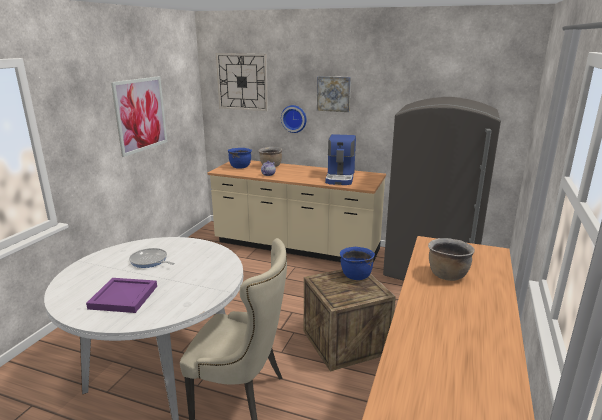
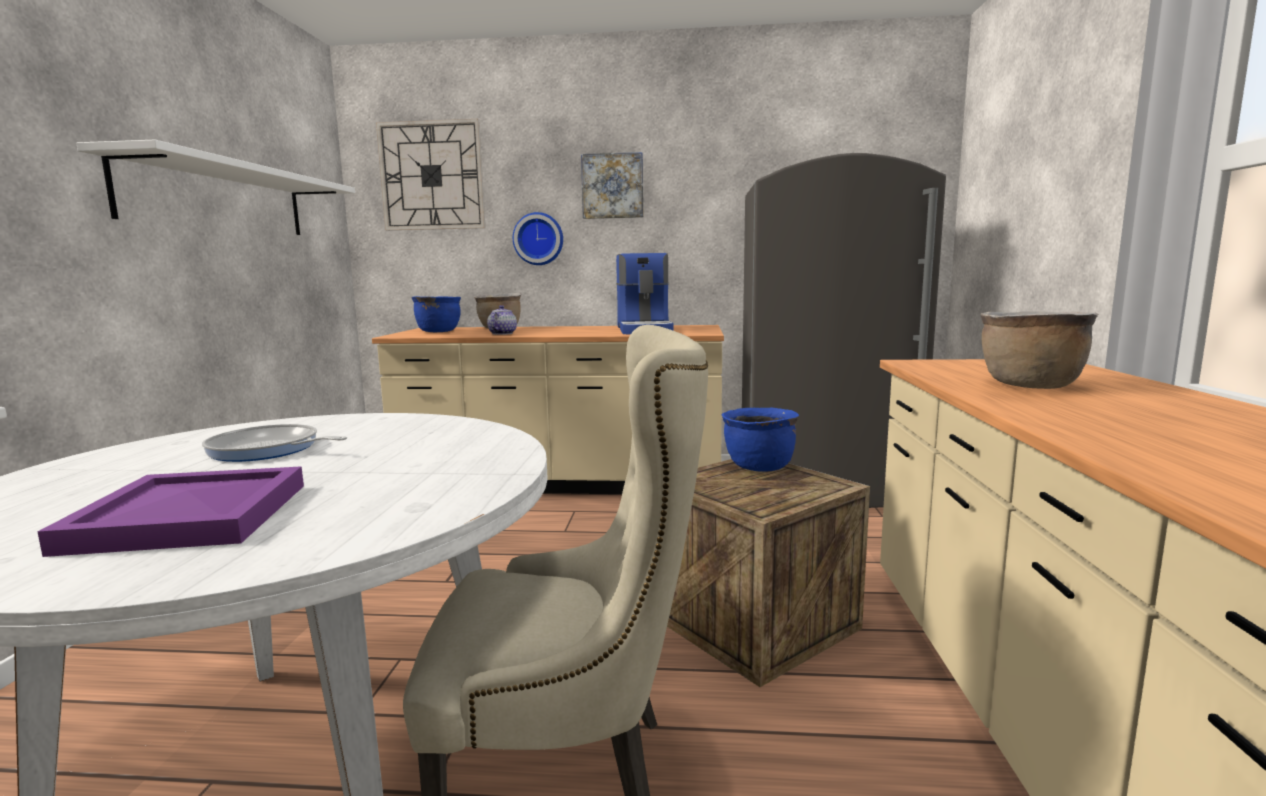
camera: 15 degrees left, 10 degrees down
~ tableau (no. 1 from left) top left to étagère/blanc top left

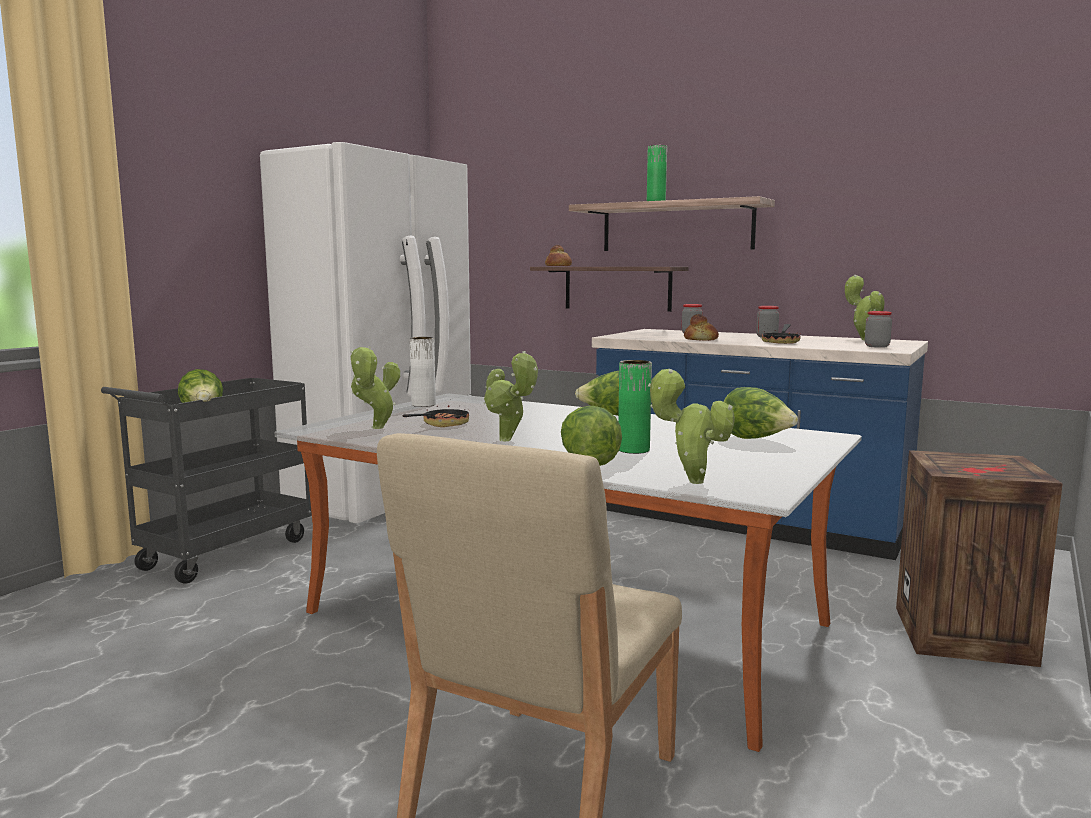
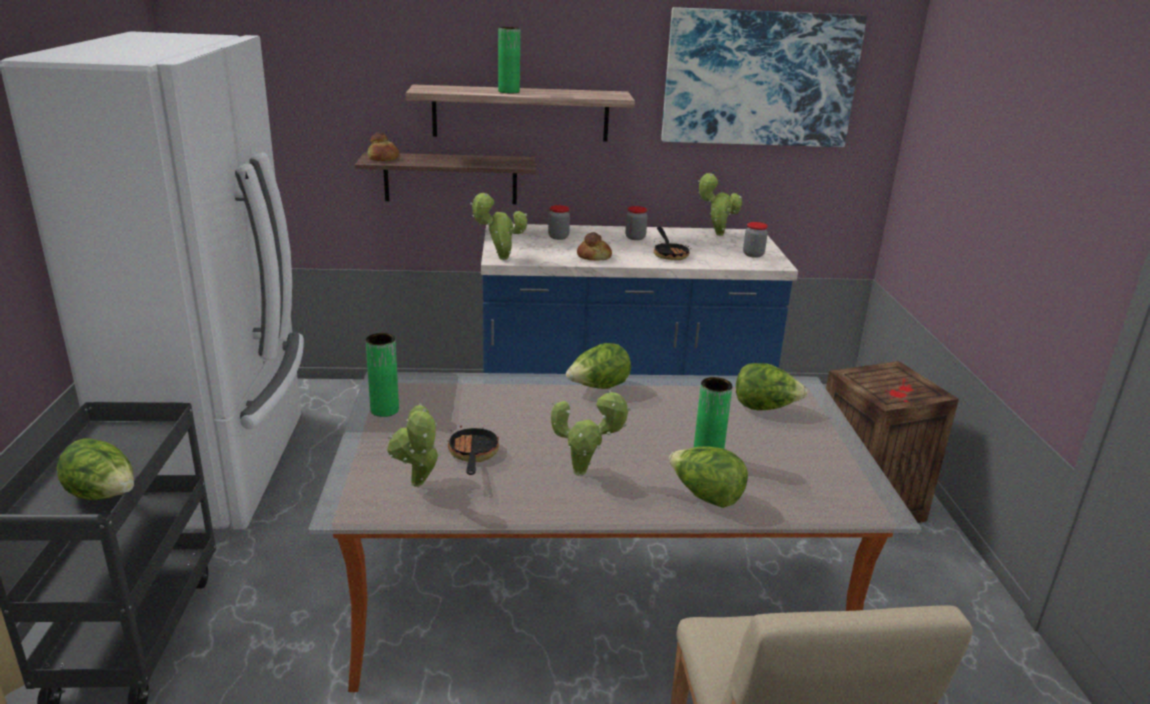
camera: 35 degrees left, 15 degrees up
+ tableau top centre
~ plante en pot (no. 3 from left in the first image) centre to plante en pot (no. 2 from left) top centre
~ vase/blanc centre to vase/vert (no. 1 from left) middle left

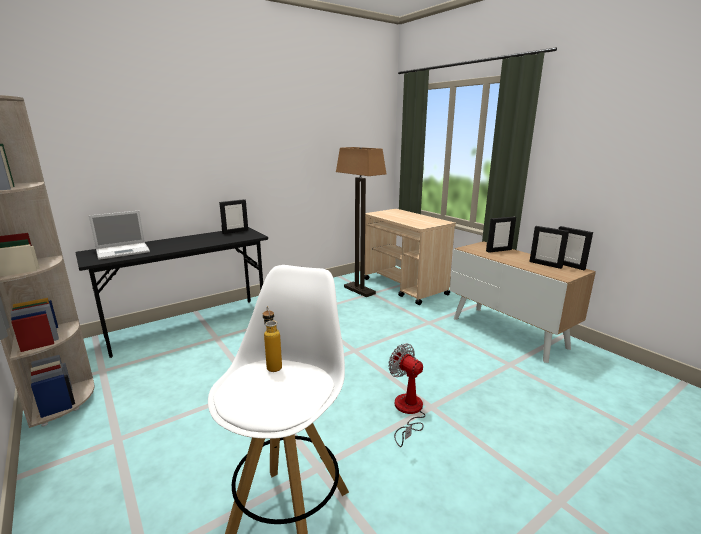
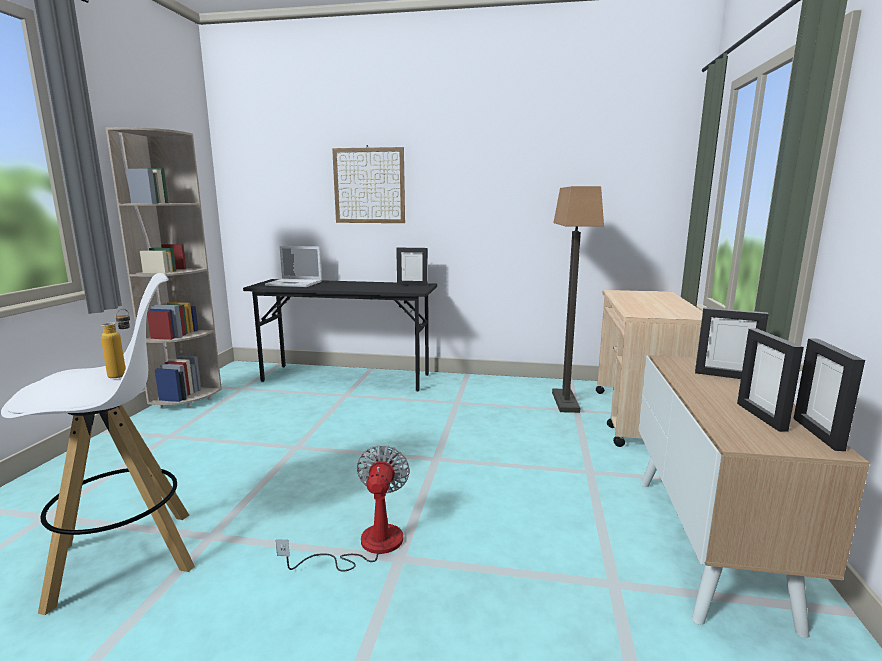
camera: 45 degrees right, 5 degrees down
+ tableau top centre

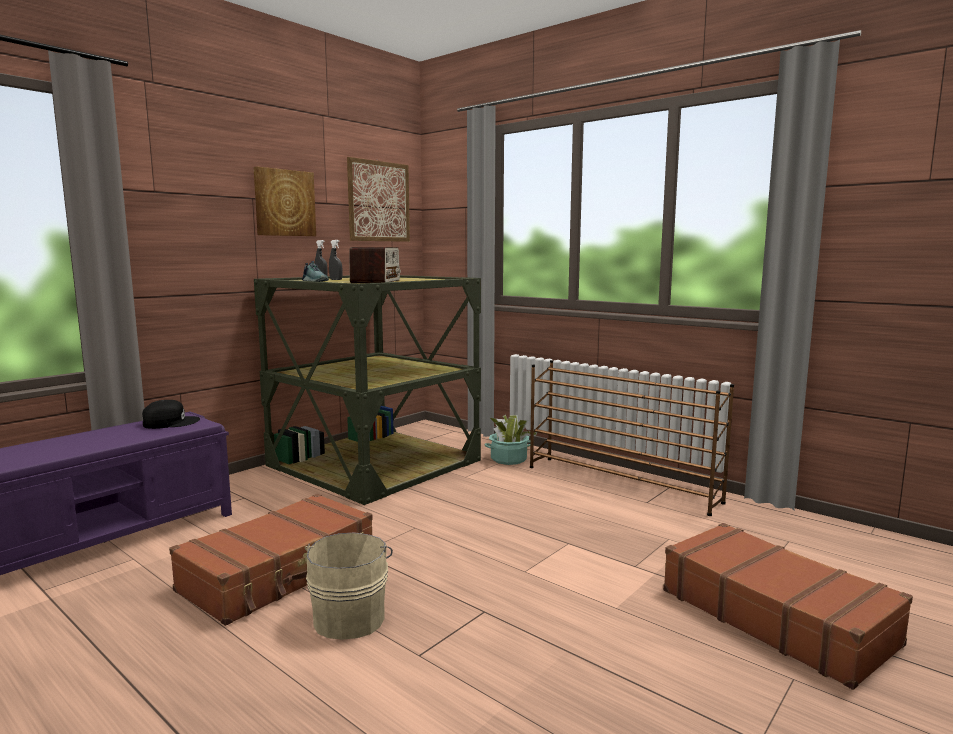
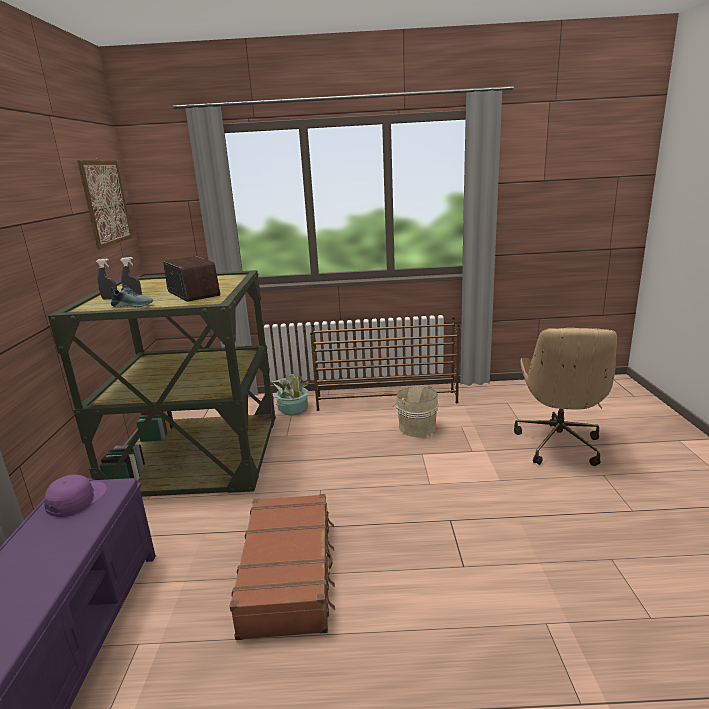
camera: 40 degrees left, 10 degrees up
- tableau (no. 1 from left) top left
~ seau/beige bottom centre to centre
~ valise/marron (no. 2 from left) bottom right to chaise de bureau/marron middle right
~ casquette/noir middle left to casquette/violet bottom left

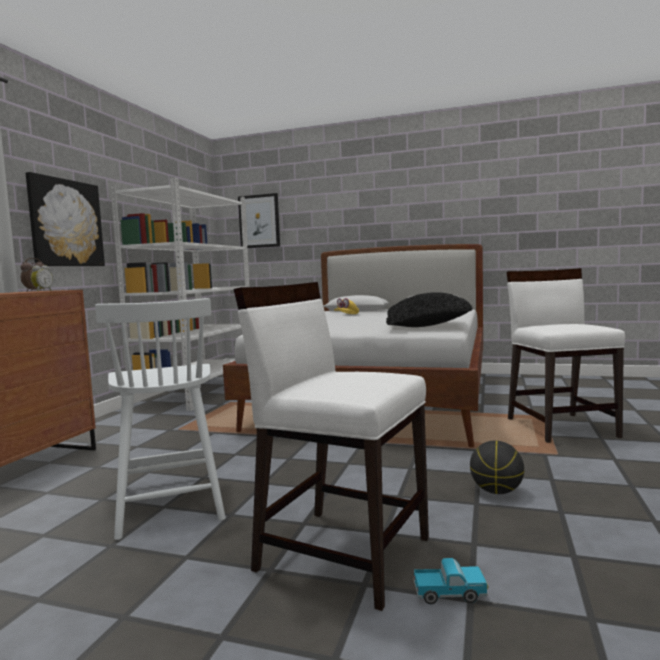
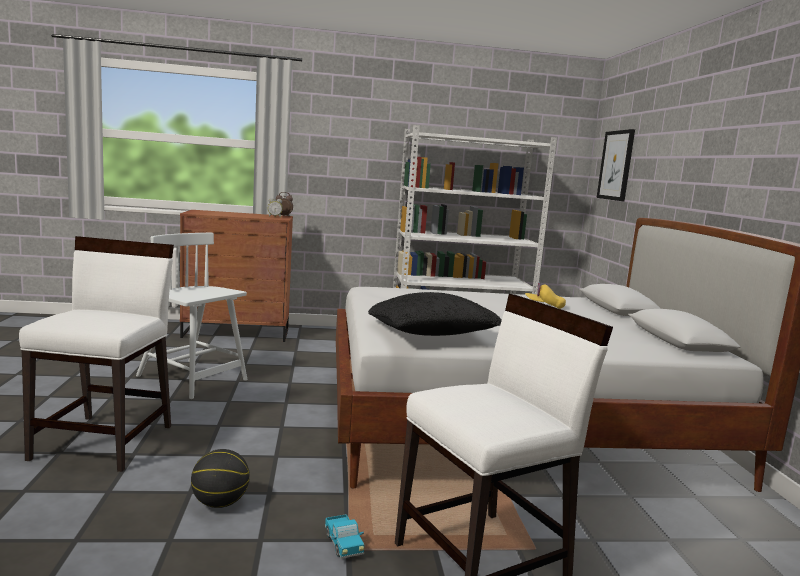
camera: 65 degrees right, 5 degrees up
- tableau (no. 1 from left) top left
~ camion jouet bottom right to bottom centre
~ chaise/blanc (no. 1 from left in the first image) middle left = middle left 75 degrees clockwise

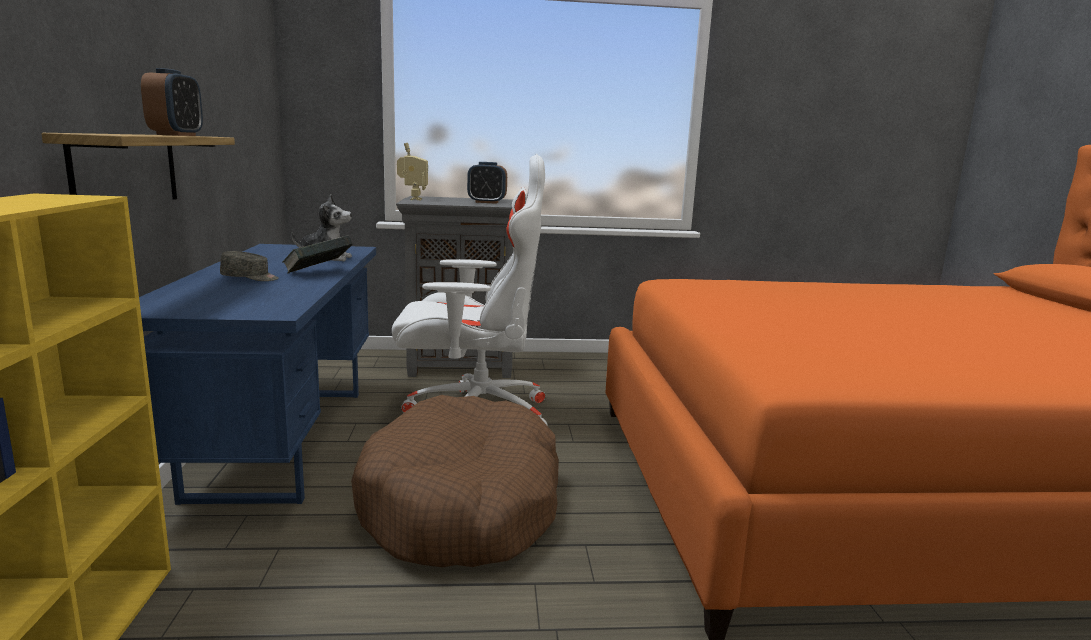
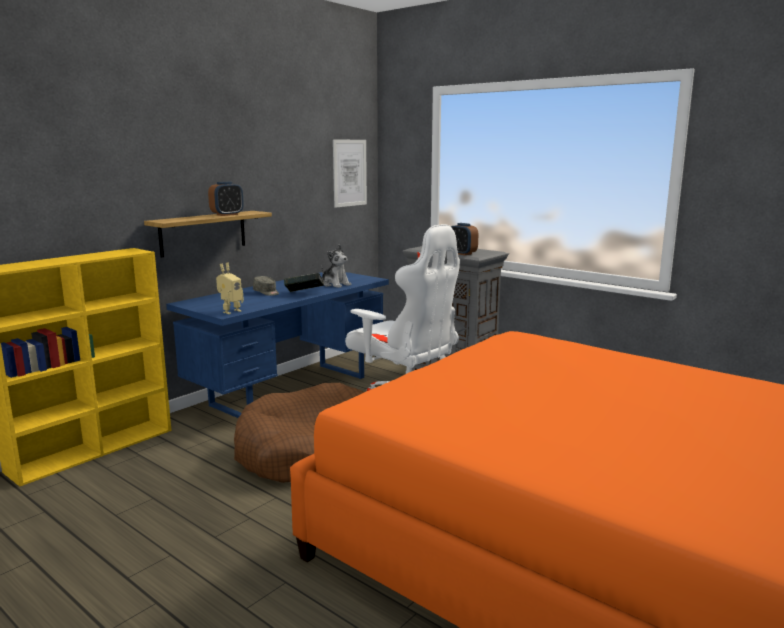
camera: 45 degrees right, 0 degrees up
+ tableau top centre
~ robot jouet top centre to middle left

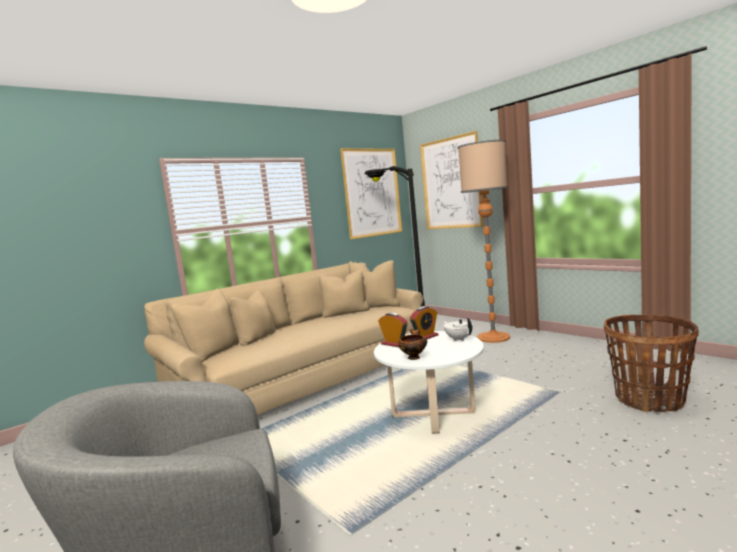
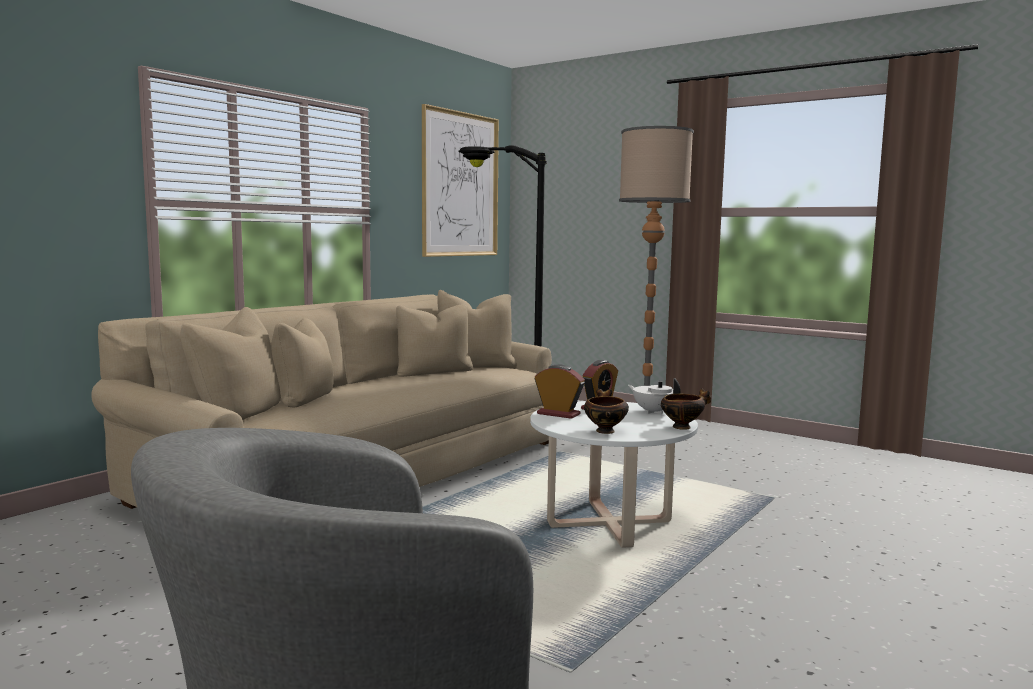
camera: 15 degrees left, 0 degrees up
- tableau (no. 2 from left) top centre
- panier middle right
+ bol (no. 2 from left) centre

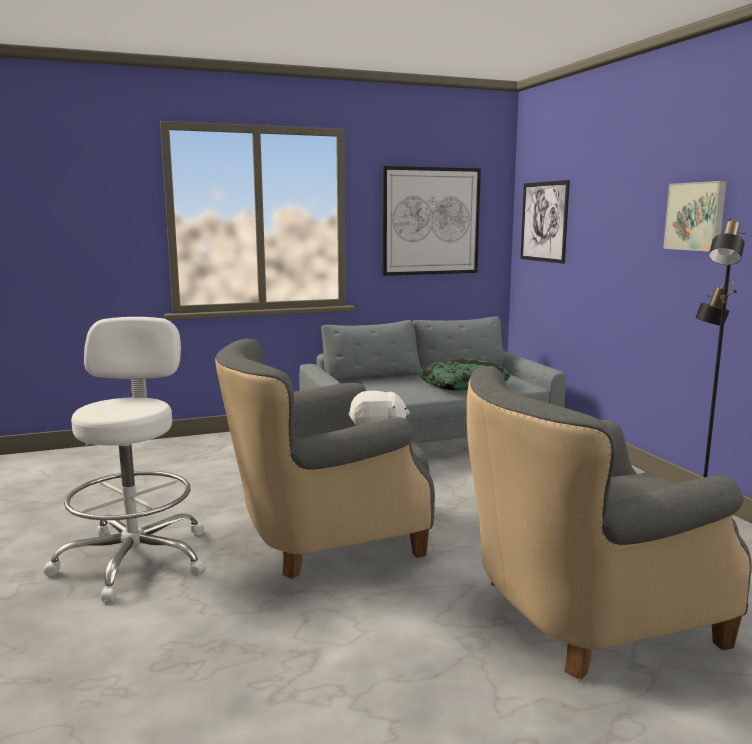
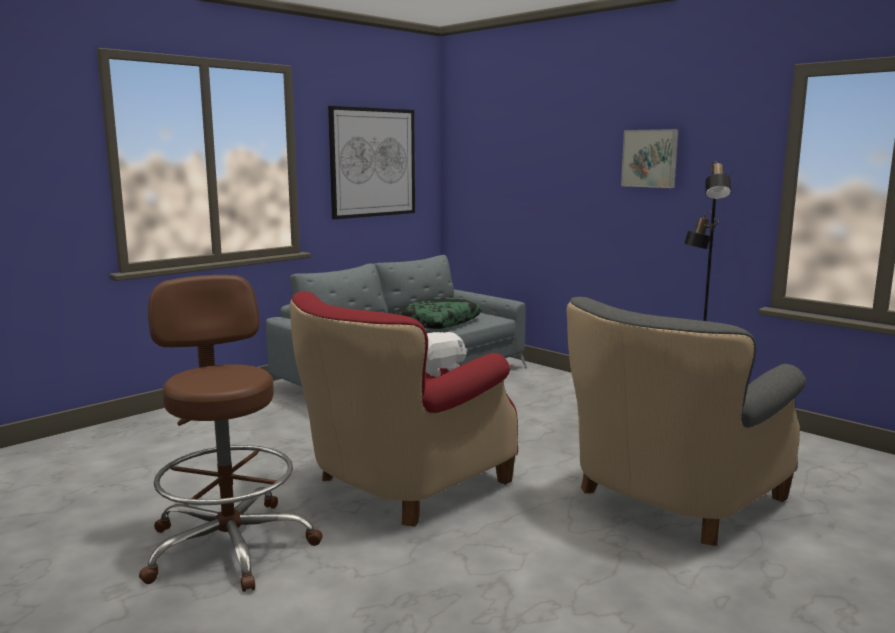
camera: 25 degrees left, 0 degrees up
- tableau (no. 2 from left) top right
~ tabouret/blanc middle left to tabouret/marron bottom left
~ fauteuil/gris (no. 1 from left) centre to fauteuil/rouge centre

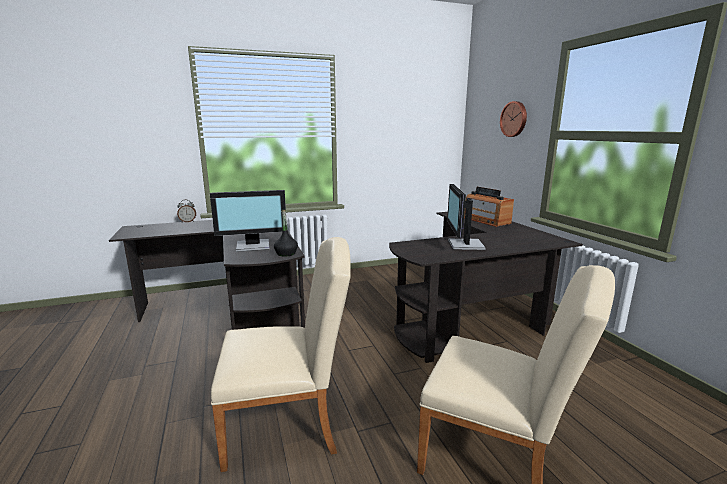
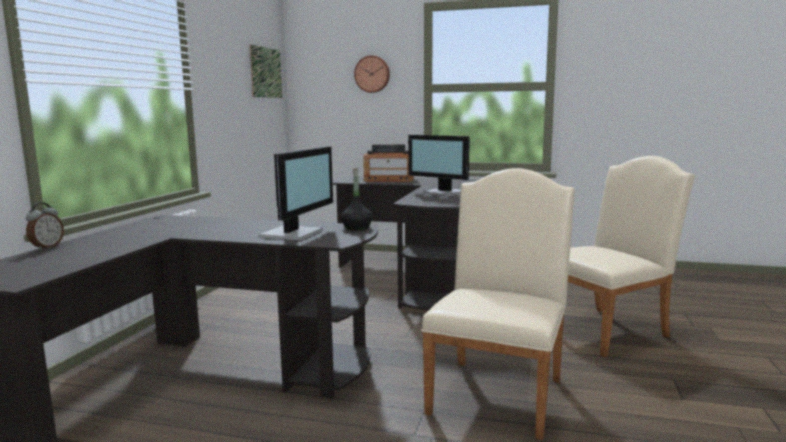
camera: 55 degrees left, 5 degrees down
+ tableau top centre

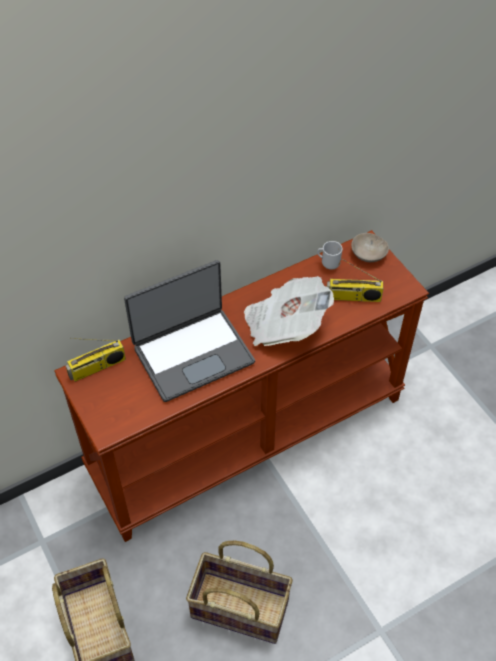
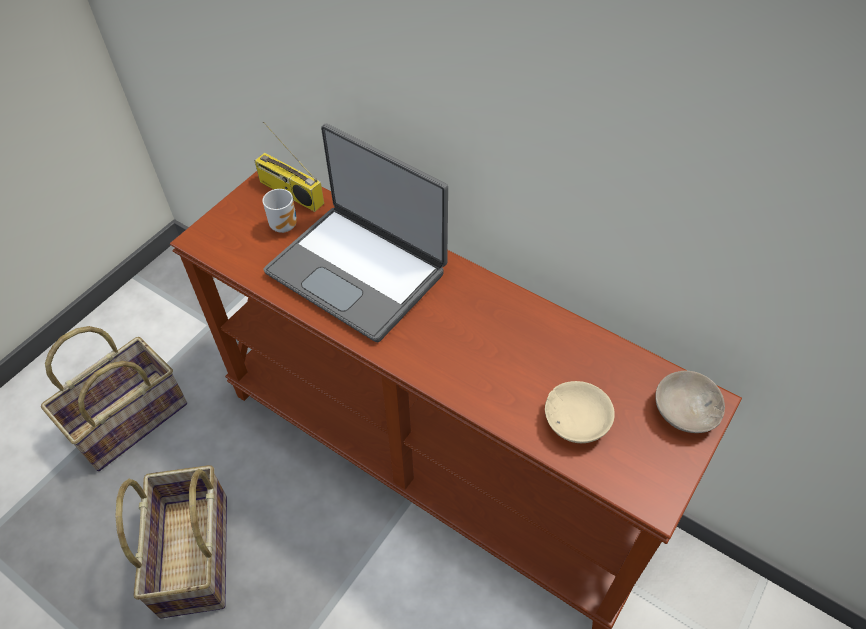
camera: 65 degrees right, 0 degrees up
- journal centre
~ mug centre to middle left
~ radio (no. 2 from left) middle right to bol/beige (no. 1 from left) middle right

